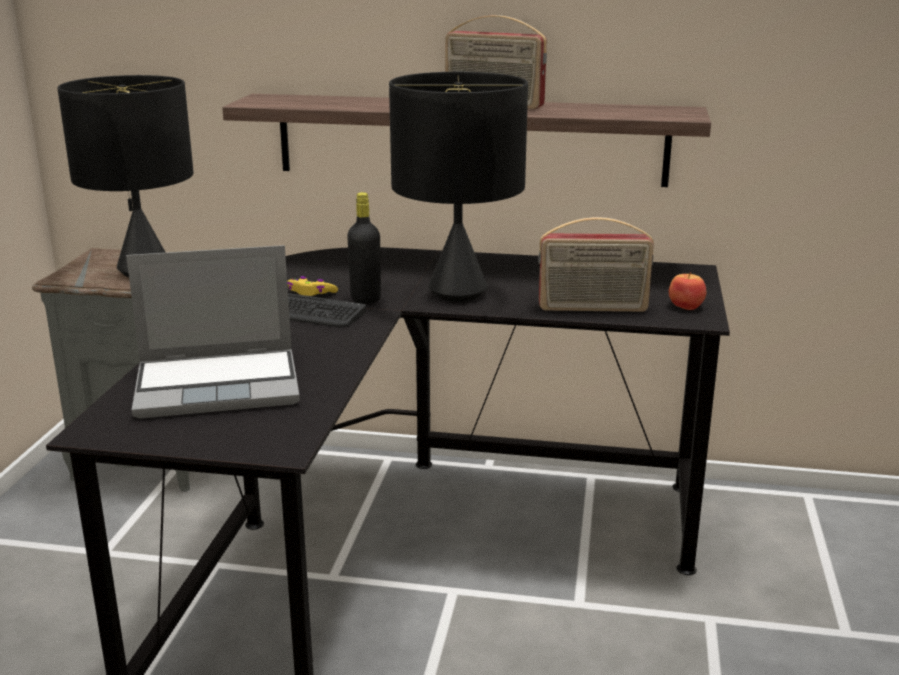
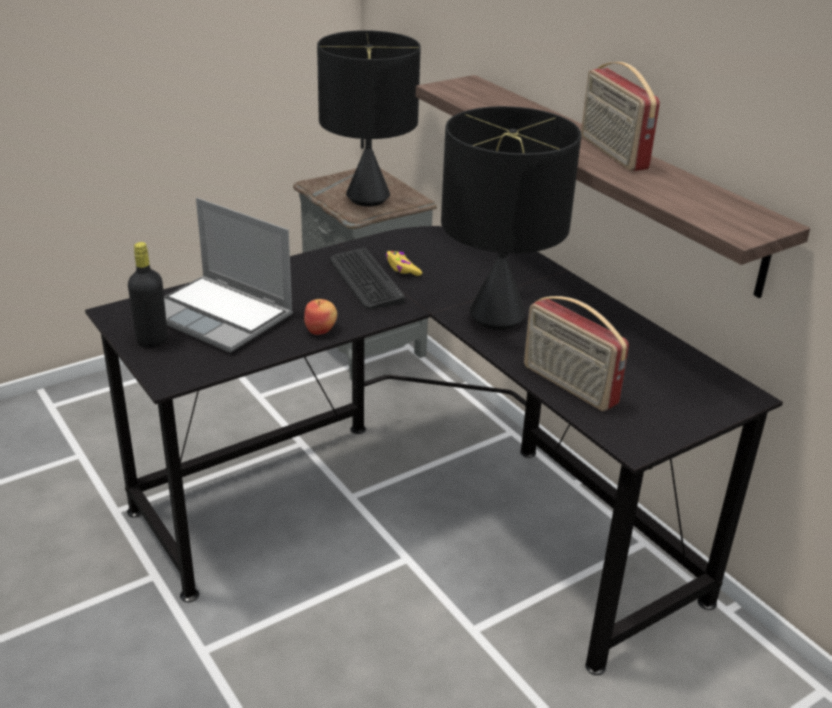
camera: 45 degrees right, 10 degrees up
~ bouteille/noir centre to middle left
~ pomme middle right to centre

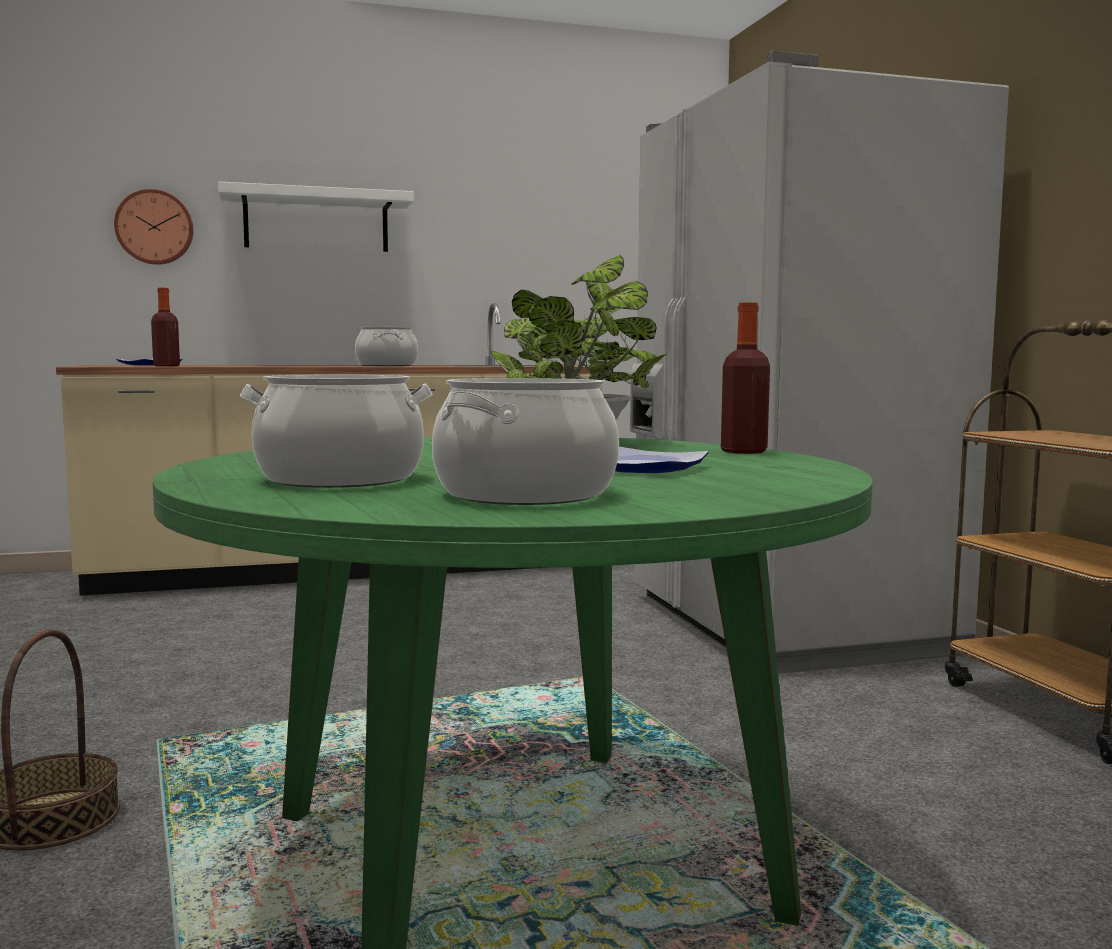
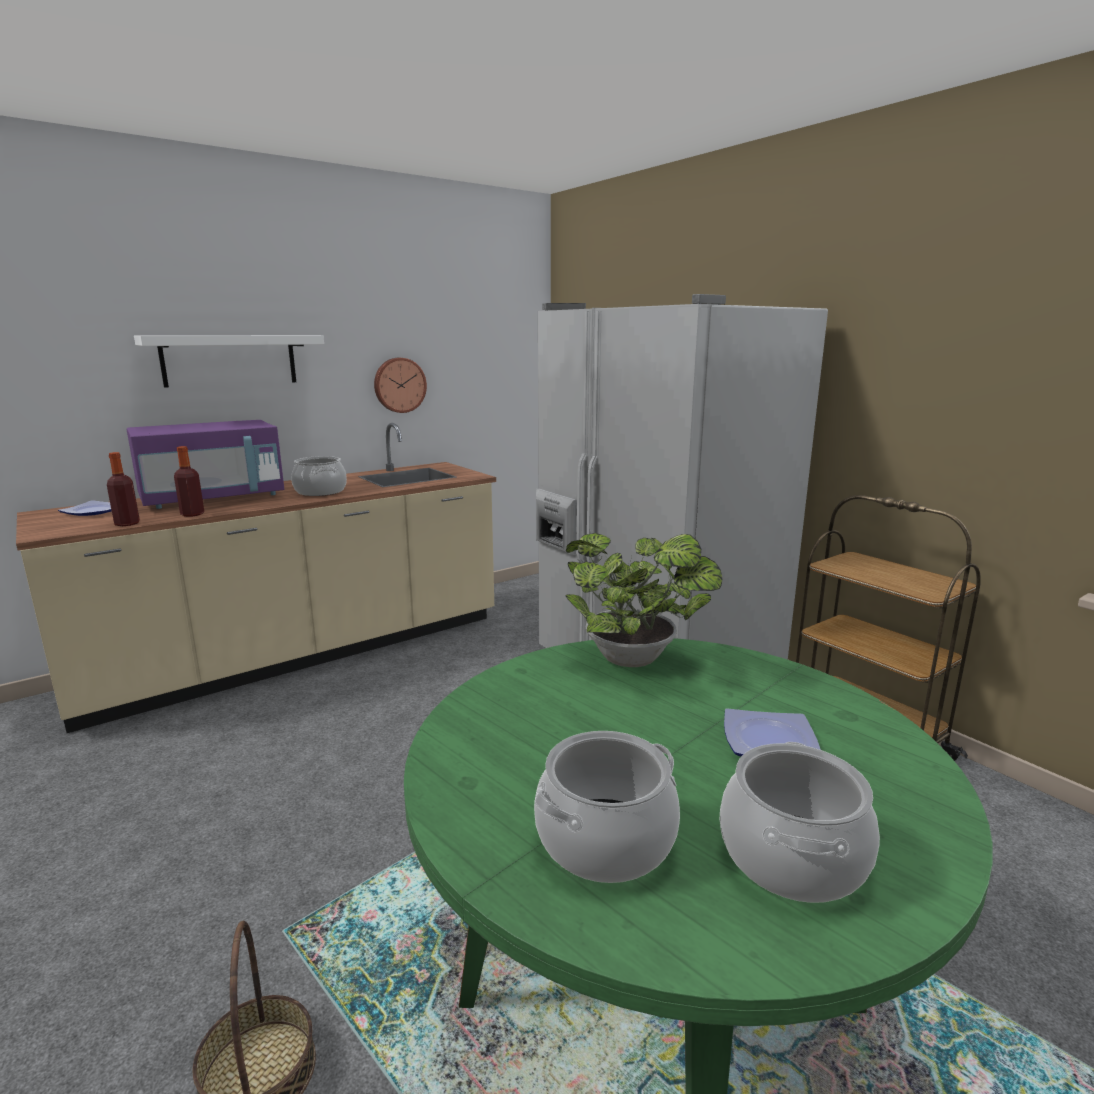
camera: 20 degrees left, 10 degrees up
+ micro-ondes/violet middle left
~ horloge murale top left to centre
~ bouteille (no. 2 from left) middle right to middle left

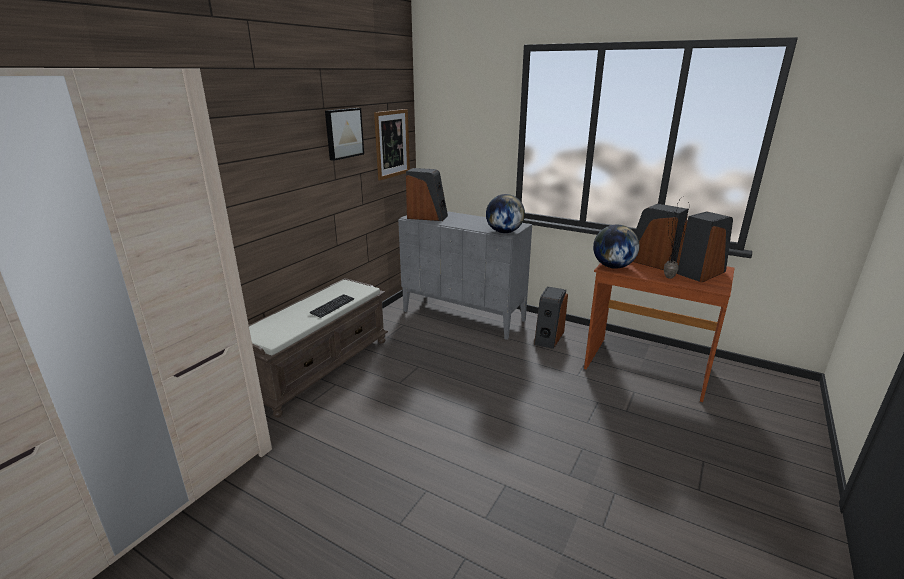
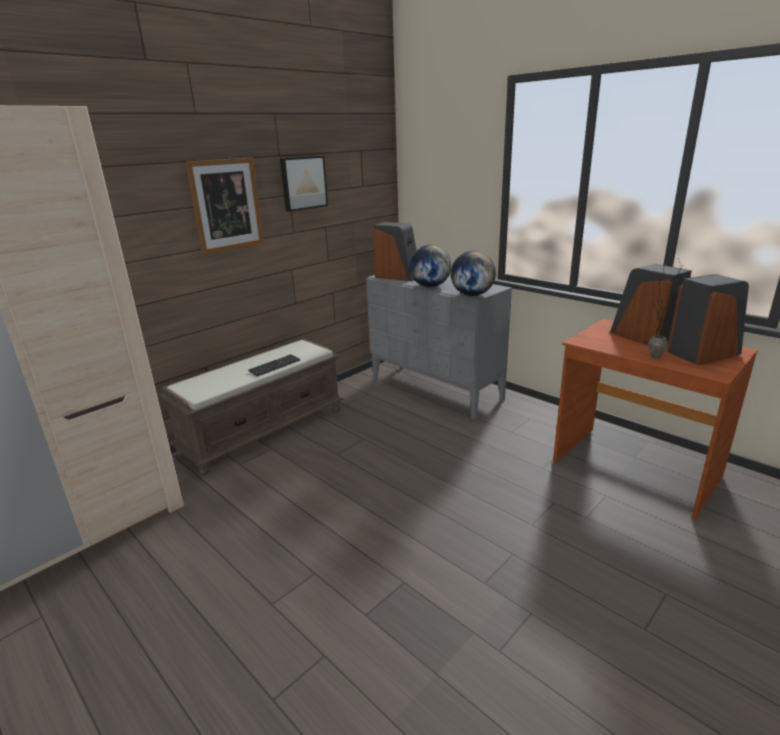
camera: 15 degrees right, 0 degrees up
- enceinte (no. 2 from left) centre
~ tableau (no. 2 from left in the first image) top centre to tableau (no. 1 from left) top left
~ globe (no. 2 from left in the first image) middle right to globe (no. 1 from left) centre

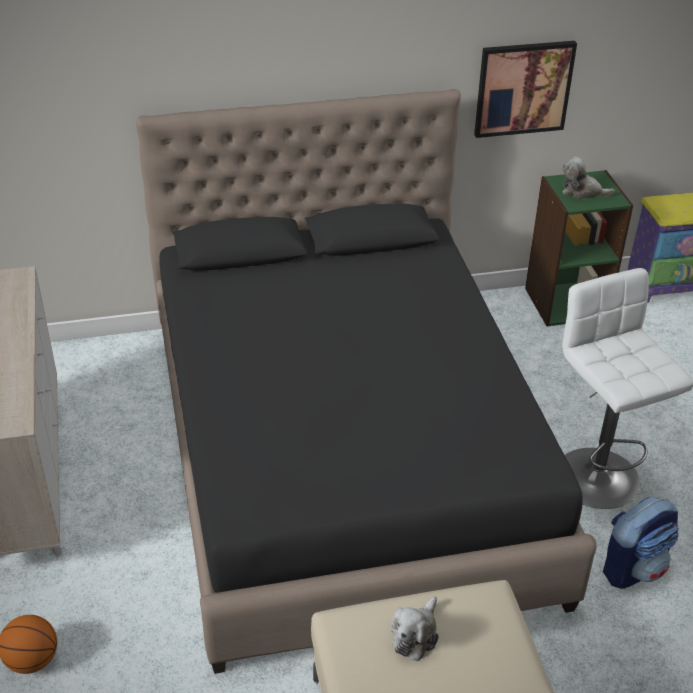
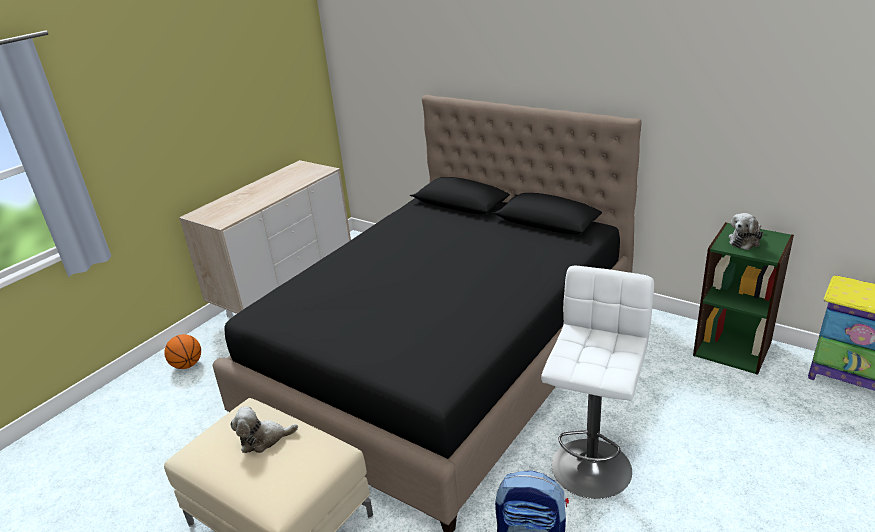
camera: 50 degrees right, 10 degrees down
- tableau top right
~ peluche (no. 2 from left) top right = middle right 105 degrees counterclockwise

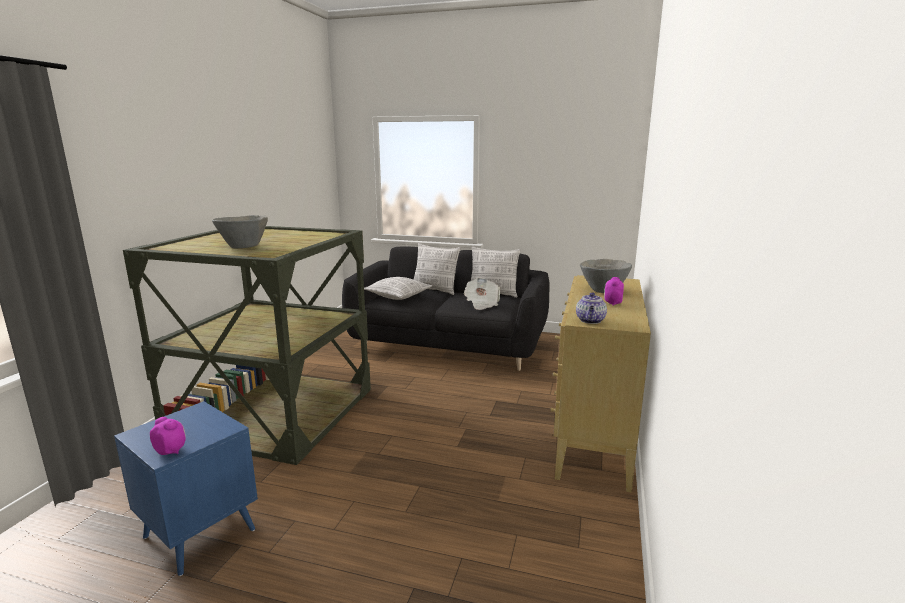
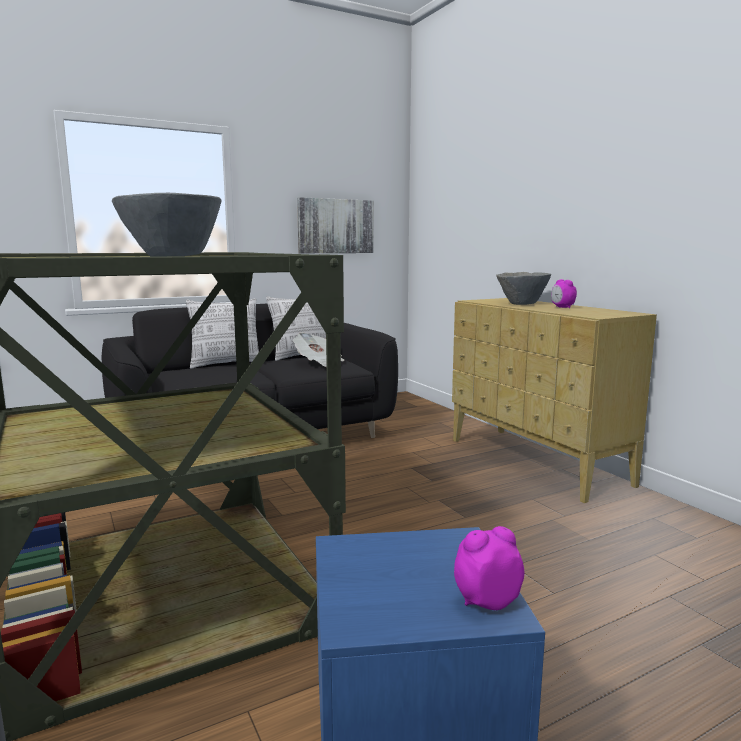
camera: 45 degrees left, 5 degrees down
- coussin (no. 1 from left) centre
- théière centre
+ tableau top centre

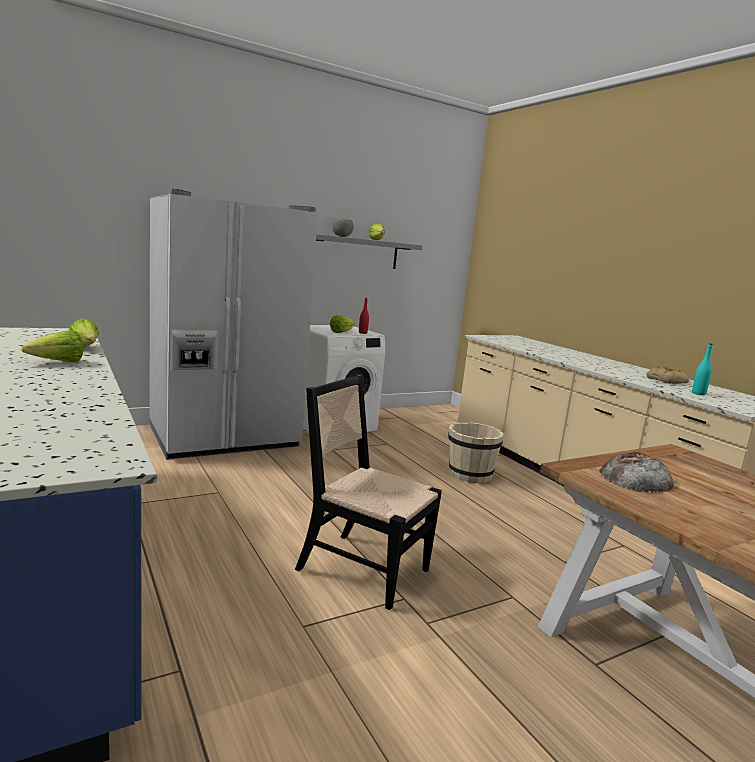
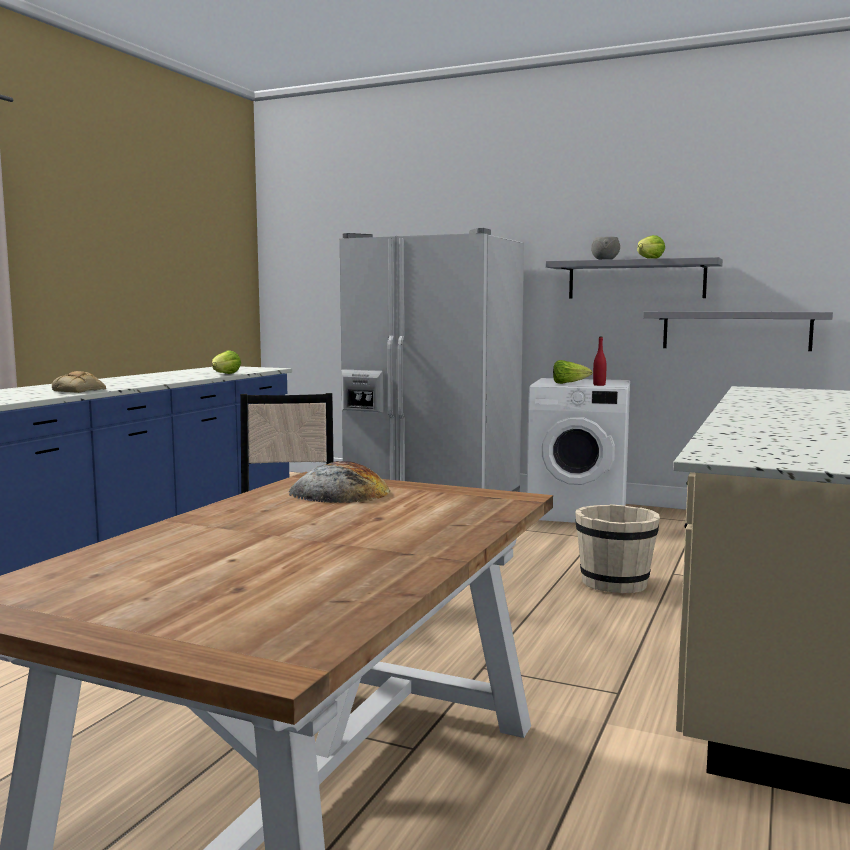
camera: 55 degrees right, 5 degrees down
- laitue (no. 1 from left) middle left
- bouteille/turquoise middle right
+ étagère/gris (no. 2 from left) middle right
~ pain (no. 2 from left in the first image) middle right to pain (no. 1 from left) middle left

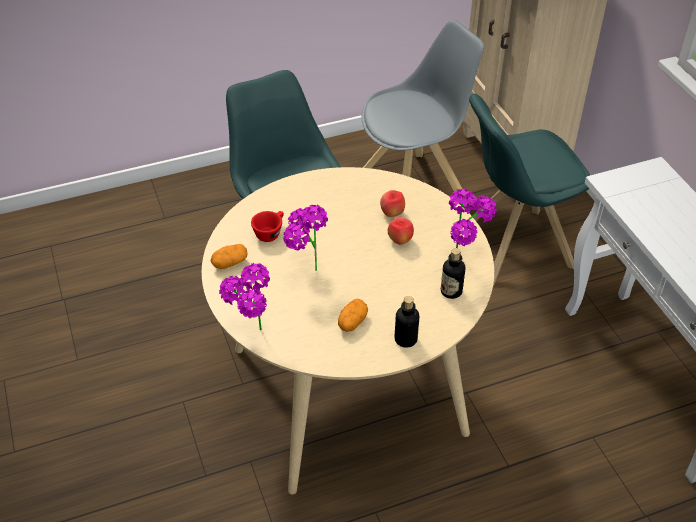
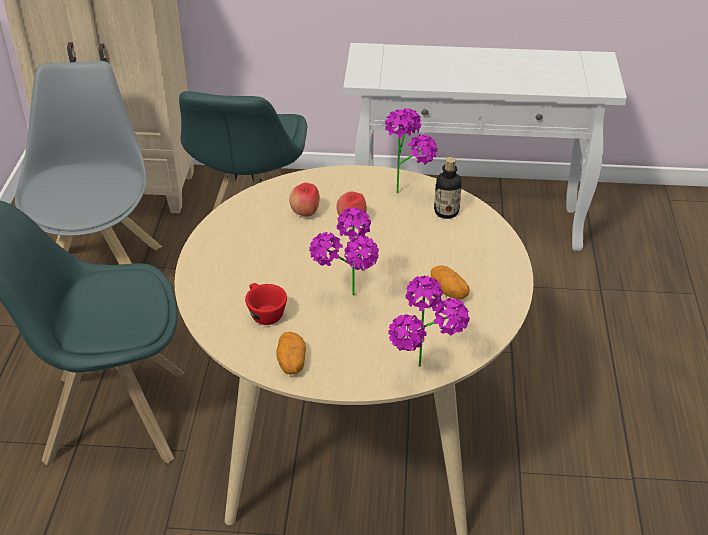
camera: 65 degrees left, 5 degrees down
- bouteille (no. 1 from left) centre

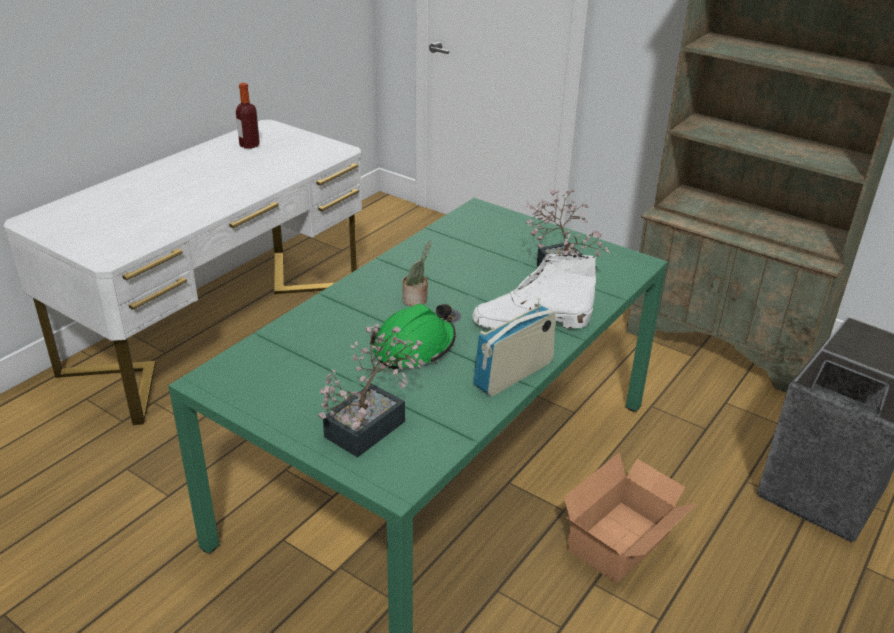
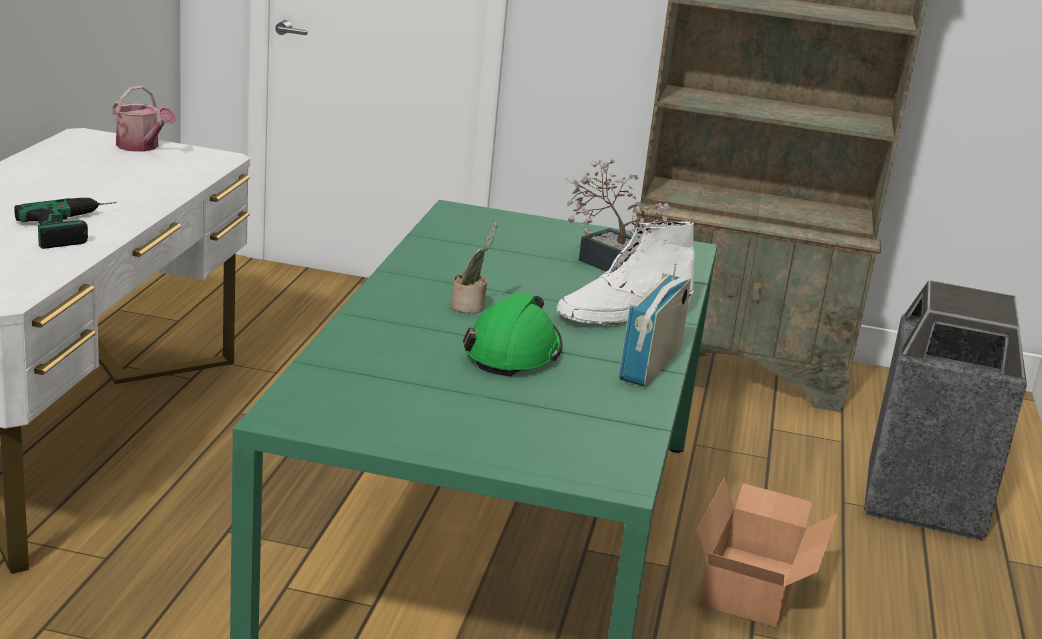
camera: 25 degrees left, 10 degrees down
- bouteille top left
- plante en pot (no. 1 from left) centre
+ perceuse middle left
+ arrosoir top left

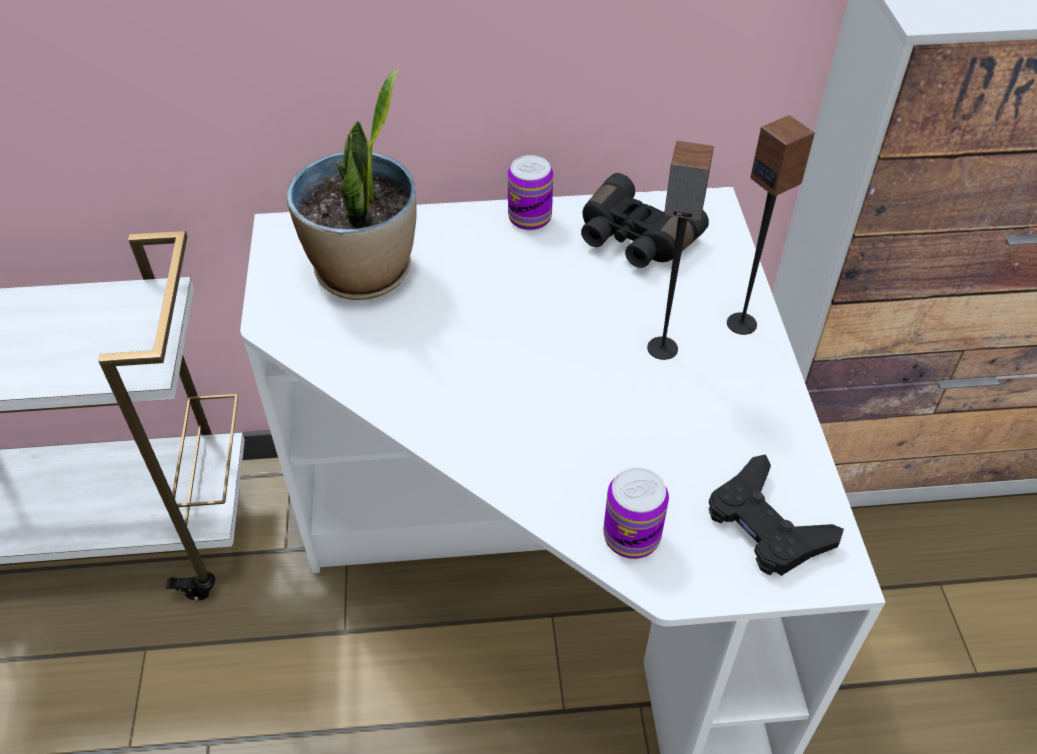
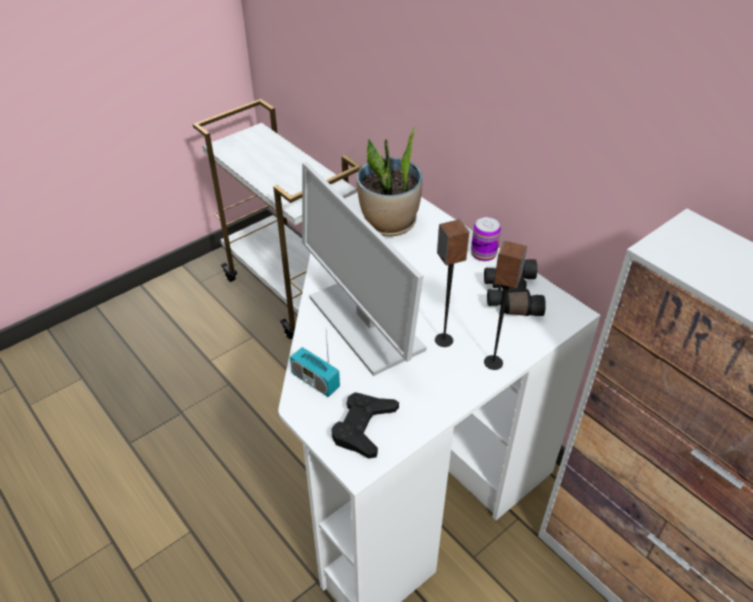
camera: 55 degrees right, 5 degrees down
+ écran d'ordinateur centre
~ boîte métallique (no. 2 from left) bottom centre to radio centre

